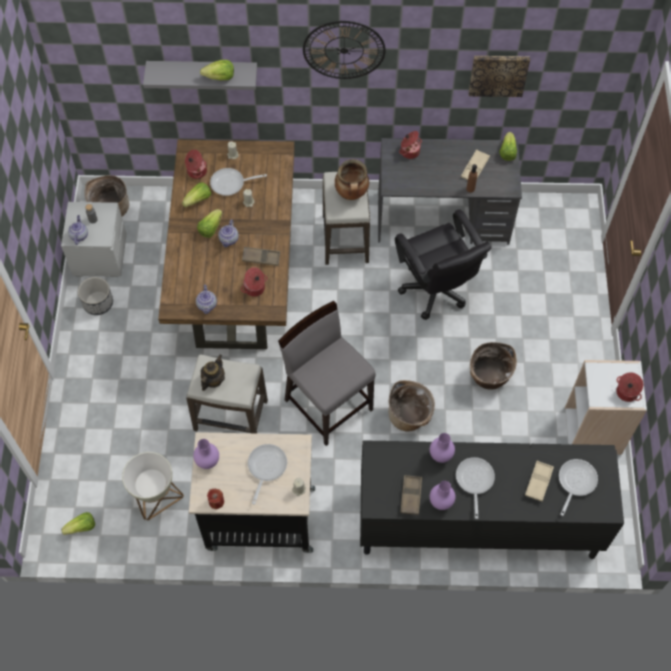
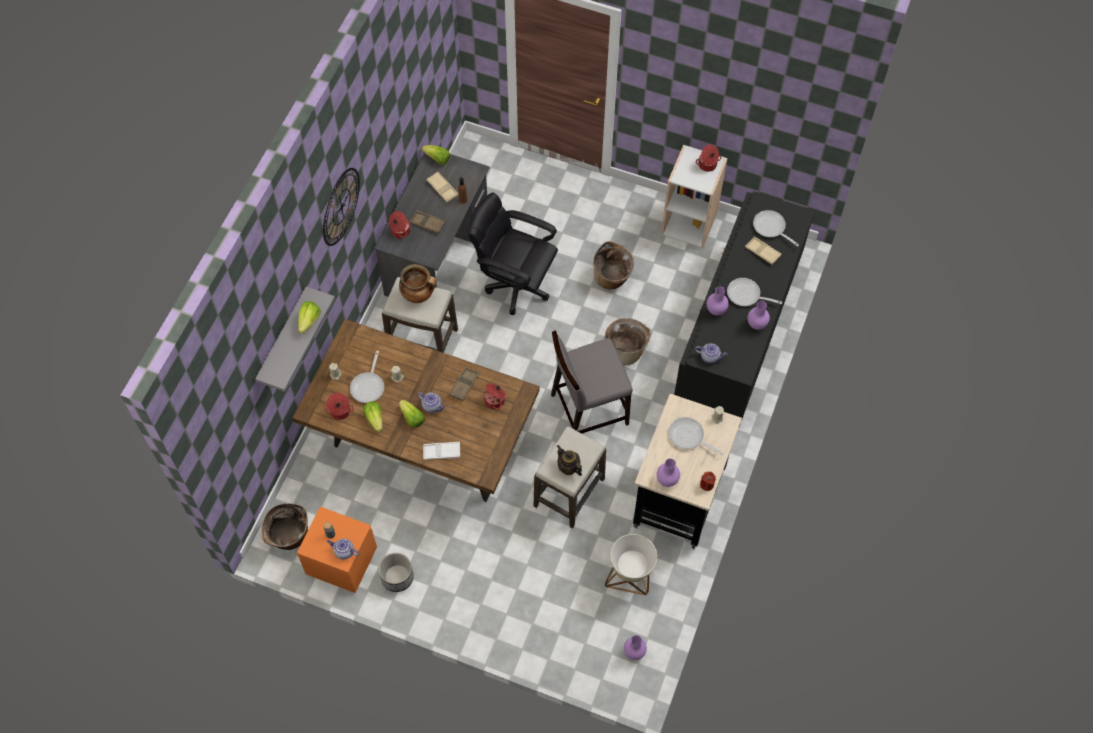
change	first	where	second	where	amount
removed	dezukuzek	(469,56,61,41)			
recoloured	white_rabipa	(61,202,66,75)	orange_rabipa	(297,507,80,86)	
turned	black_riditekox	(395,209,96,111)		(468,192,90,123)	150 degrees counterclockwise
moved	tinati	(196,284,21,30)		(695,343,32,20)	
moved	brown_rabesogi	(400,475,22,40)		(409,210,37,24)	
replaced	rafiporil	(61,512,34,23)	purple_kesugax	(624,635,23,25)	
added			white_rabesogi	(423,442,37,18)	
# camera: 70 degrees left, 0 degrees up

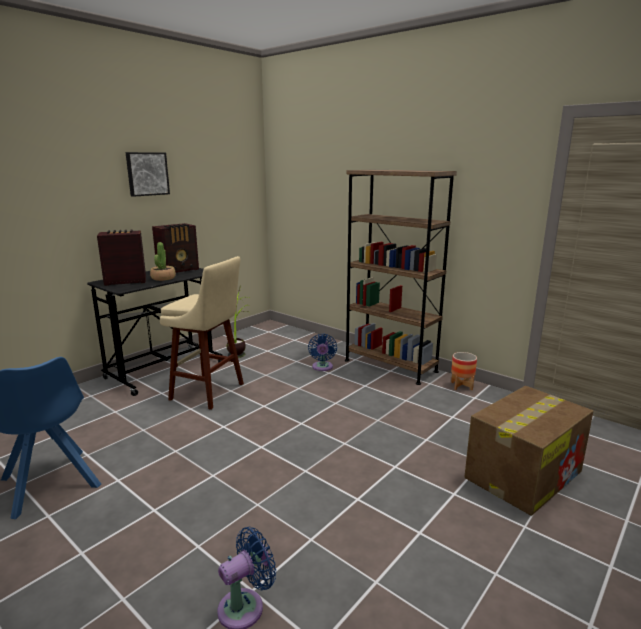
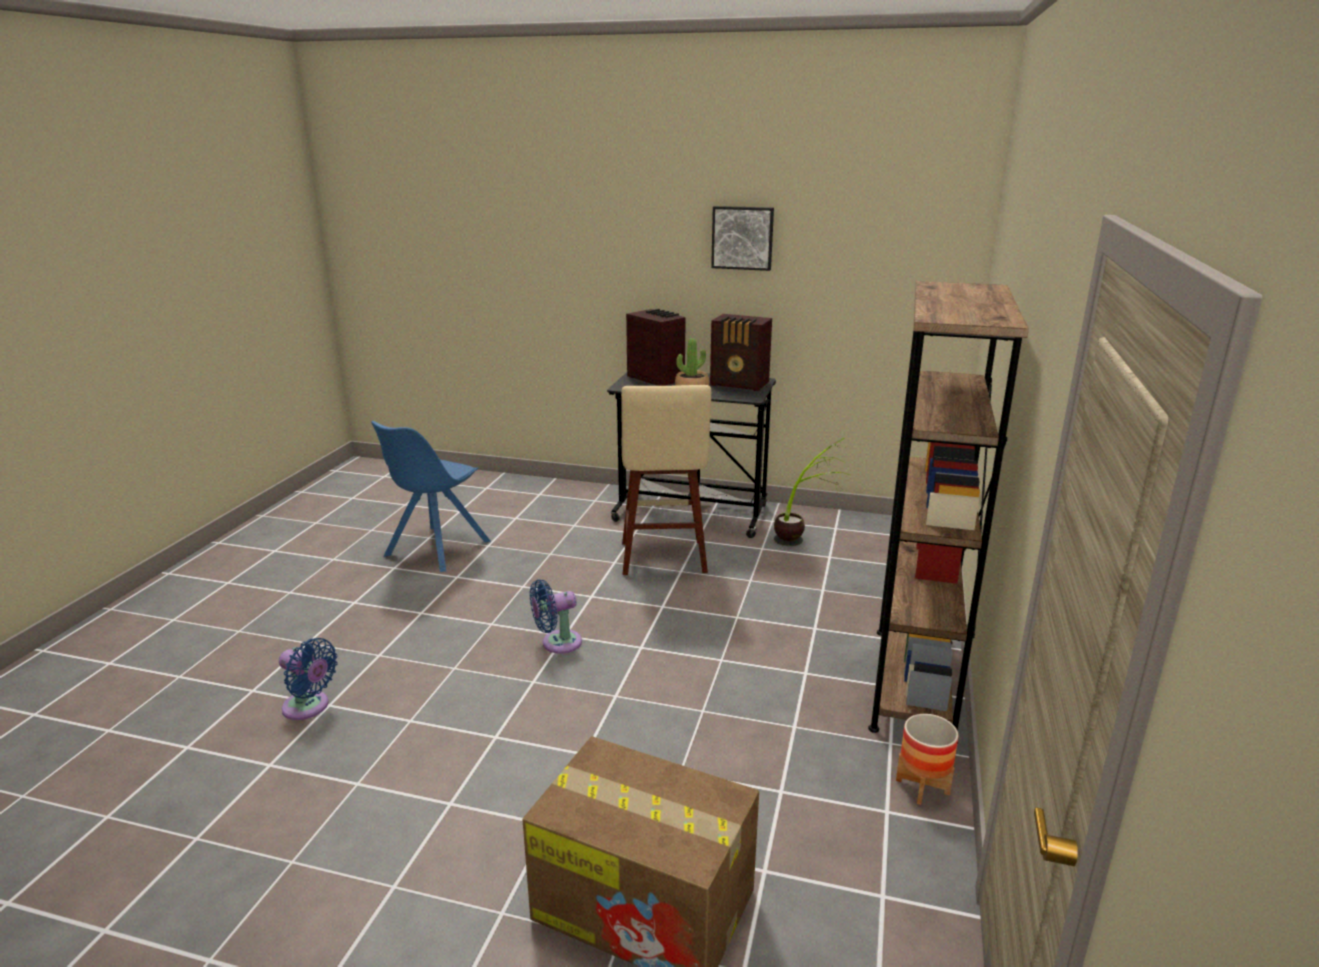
change	first	where	second	where	amount
moved	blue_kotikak	(308,334,29,37)		(530,579,52,75)	
# camera: 65 degrees right, 5 degrees up

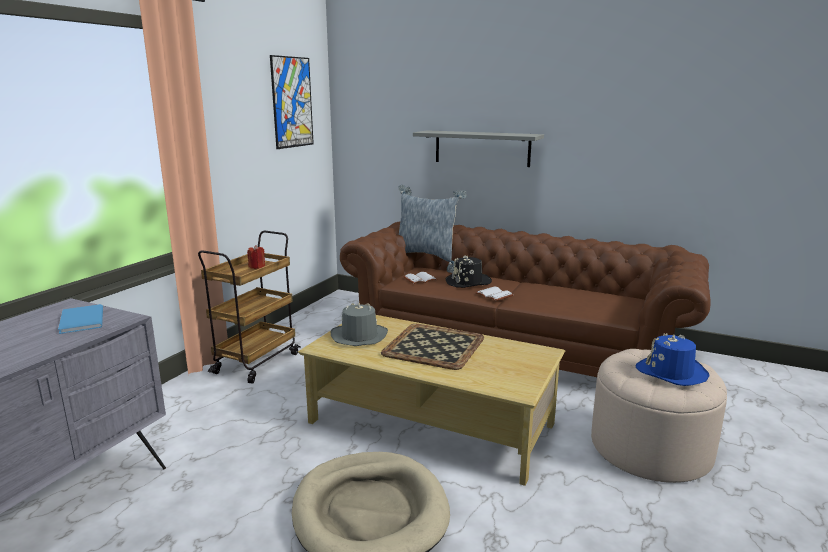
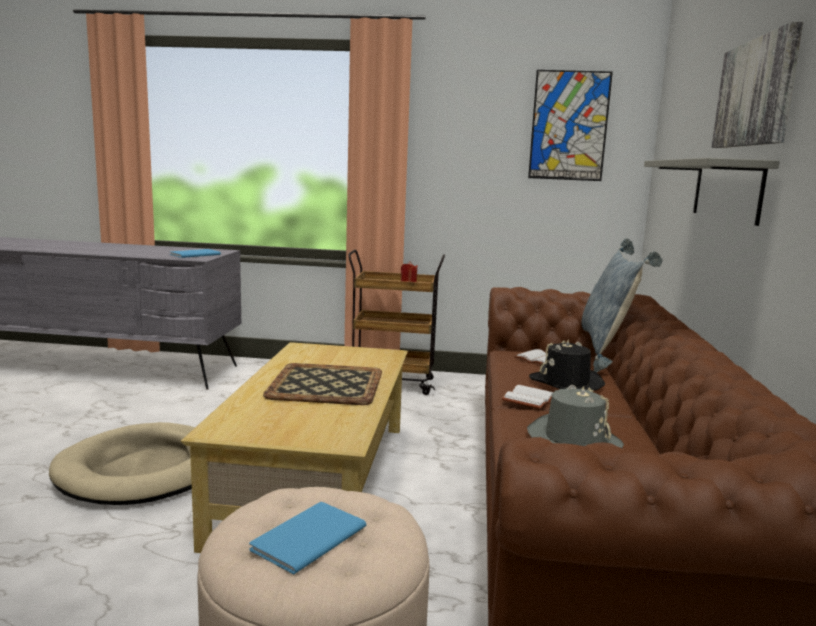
change	first	where	second	where	amount
moved	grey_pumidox	(331,303,57,43)		(527,385,97,63)	
replaced	blue_pumidox	(636,333,73,53)	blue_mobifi	(249,502,118,73)	
added			dezukuzek	(712,22,91,126)	
# camera: 70 degrees right, 5 degrees down

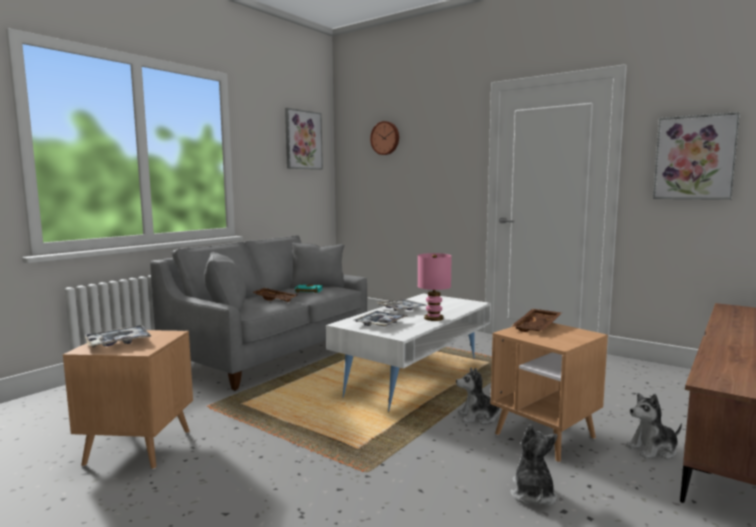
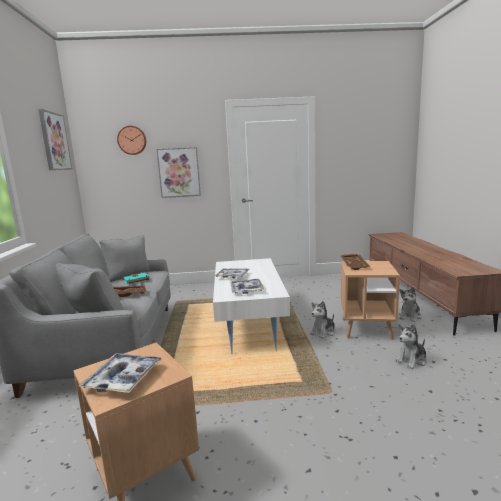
change	first	where	second	where	amount
moved	dezukuzek	(653,112,87,88)		(157,147,44,51)	
removed	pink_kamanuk	(418,253,34,68)			
turned	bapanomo	(510,424,48,81)		(395,324,32,45)	90 degrees counterclockwise
# camera: 40 degrees left, 5 degrees up

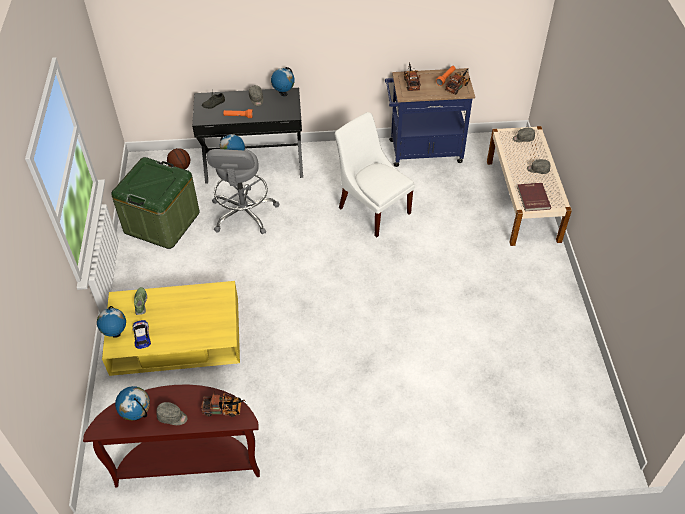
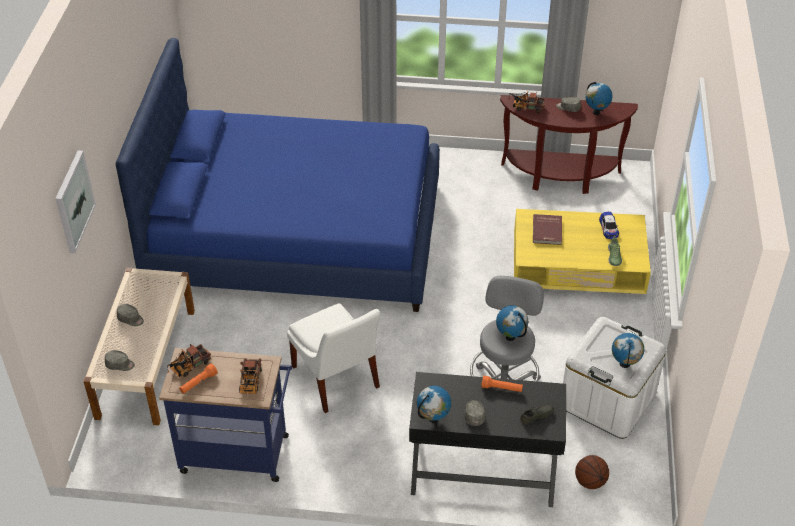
change	first	where	second	where	amount
recoloured	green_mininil	(111,157,89,92)	white_mininil	(563,317,103,122)	
moved	red_mobifi	(517,183,34,28)		(533,214,29,31)	
moved	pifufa	(97,306,29,32)		(612,333,32,35)	
added			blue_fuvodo	(116,38,324,274)	
added			dezukuzek	(55,150,41,103)	
# camera: 170 degrees left, 5 degrees down

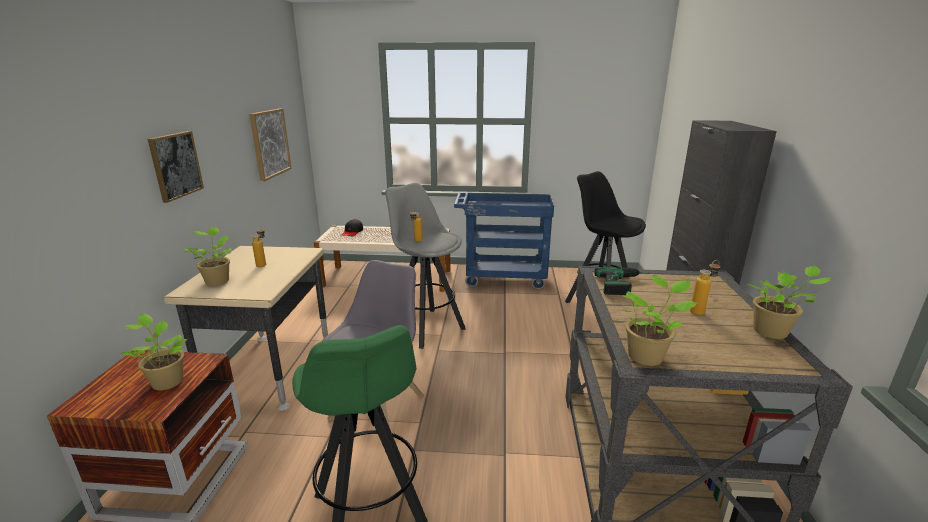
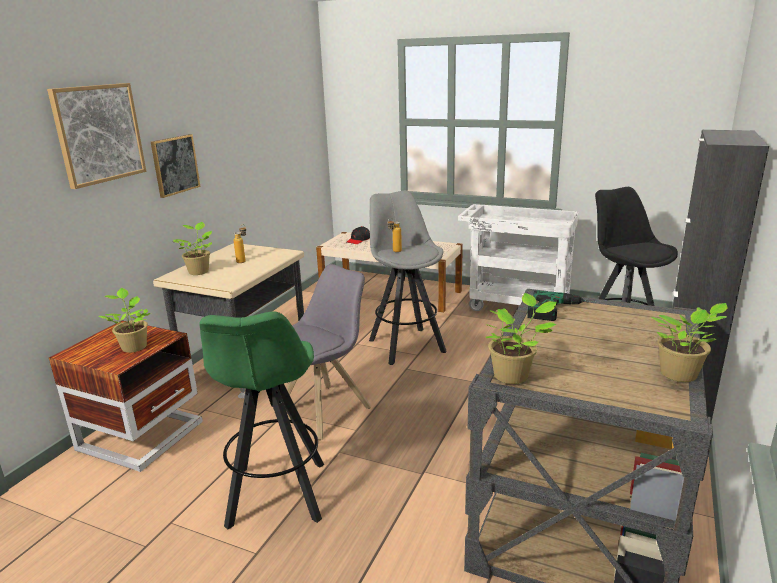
change	first	where	second	where	amount
moved	dezukuzek	(249,108,43,74)		(47,83,99,106)	
recoloured	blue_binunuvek	(454,193,100,96)	white_binunuvek	(458,204,120,107)	
removed	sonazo	(690,260,31,55)			
# camera: 20 degrees right, 0 degrees up

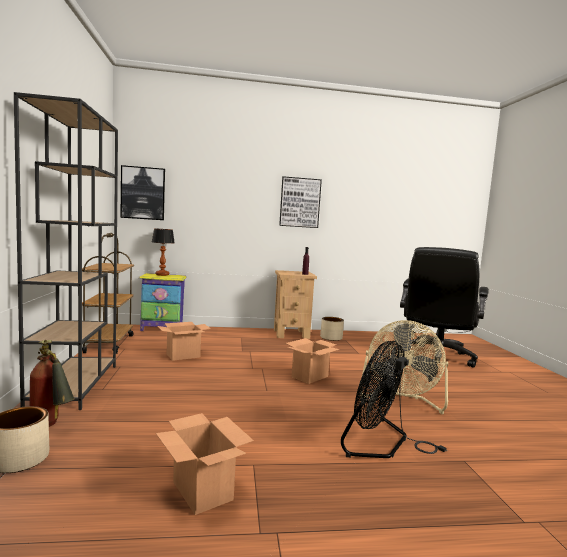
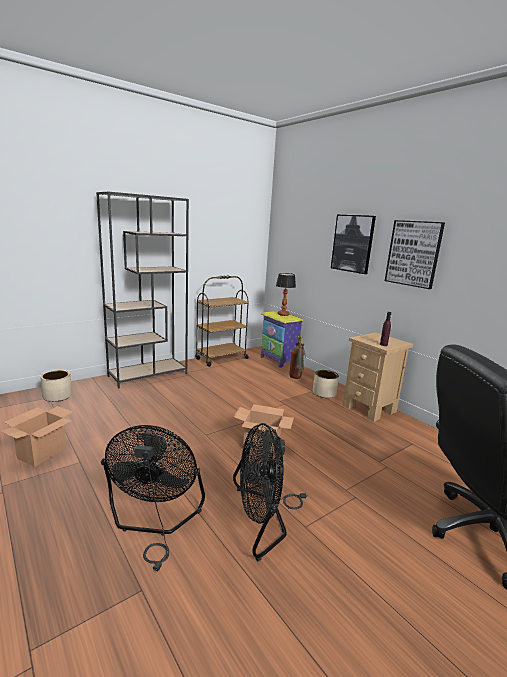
change	first	where	second	where	amount
moved	dezukuzek	(120,165,45,55)		(331,215,45,59)	
moved	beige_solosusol	(320,317,24,24)		(313,370,26,28)	
recoloured	beige_kotikak	(361,320,87,94)	black_kotikak	(233,423,74,139)	
removed	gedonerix	(158,322,53,39)			
moved	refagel	(30,340,45,87)		(289,336,16,43)	
# camera: 60 degrees right, 10 degrees up

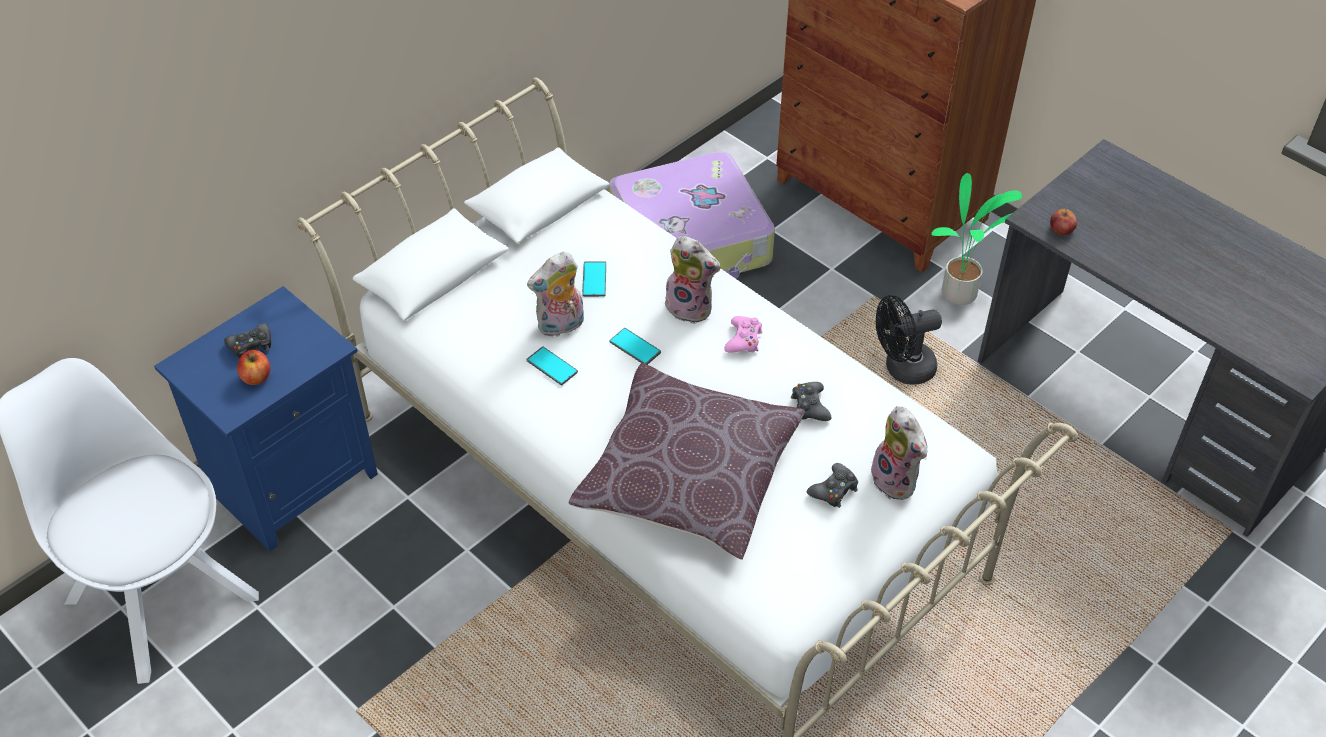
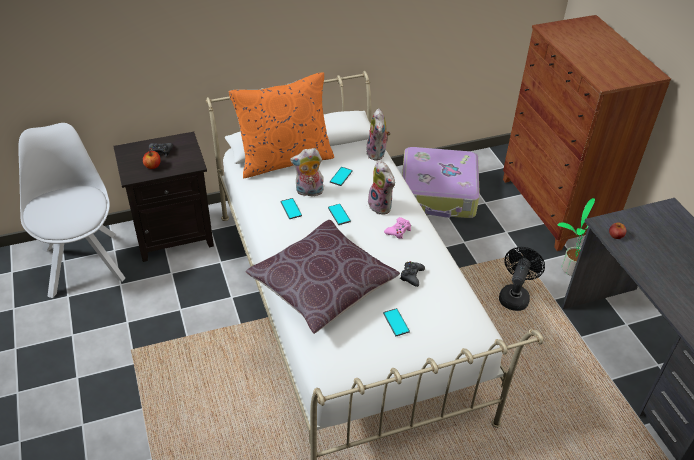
change	first	where	second	where	amount
recoloured	blue_rabipa	(154,286,224,265)	black_rabipa	(113,132,101,130)	
turned	black_kotikak	(876,295,66,90)		(499,247,46,64)	105 degrees clockwise
moved	bapanomo	(871,406,56,94)		(366,108,25,53)	
replaced	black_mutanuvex	(807,463,51,45)	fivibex	(383,308,27,28)	
added			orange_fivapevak	(229,72,105,107)	
# camera: 25 degrees right, 5 degrees down

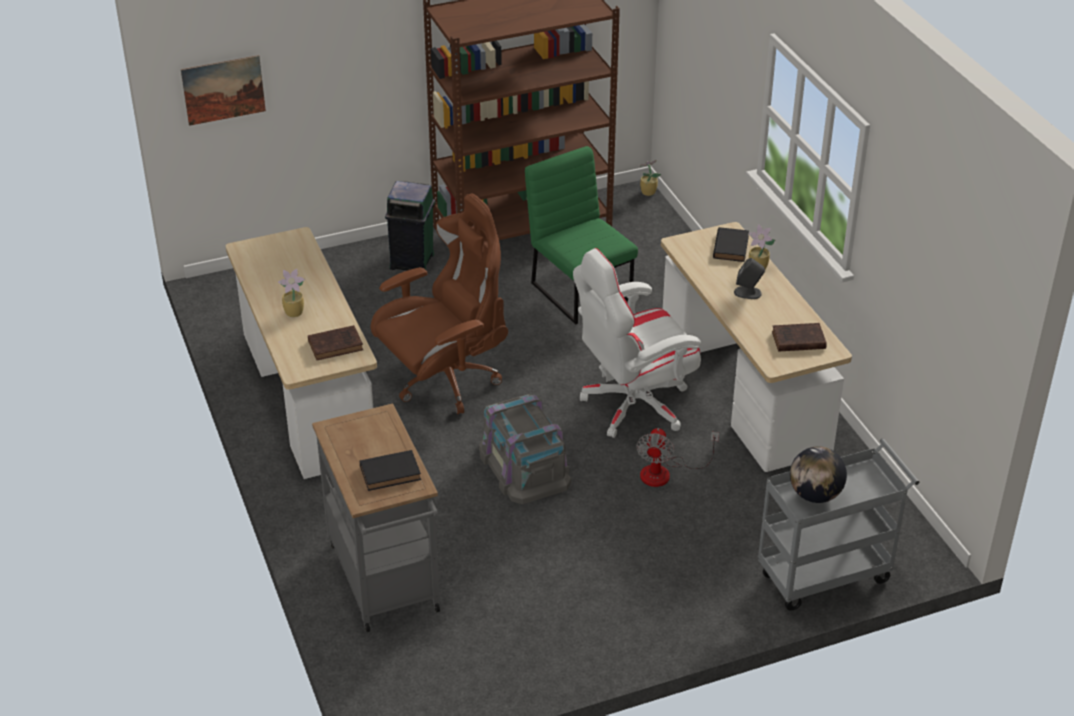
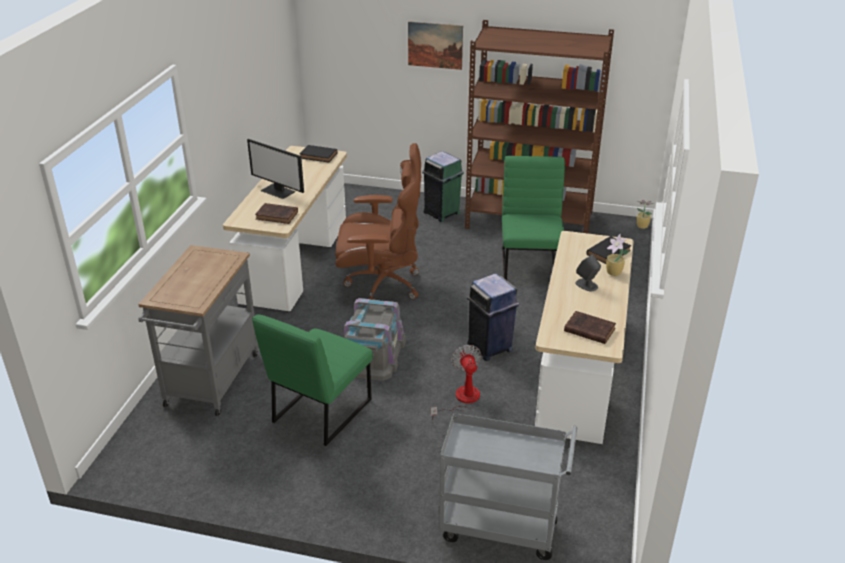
change	first	where	second	where	amount
moved	dezukuzek	(181,55,85,71)		(408,21,55,49)	
replaced	white_riditekox	(573,248,128,190)	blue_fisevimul	(467,274,52,87)	
replaced	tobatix	(278,268,27,49)	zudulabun	(247,139,57,60)	
turned	kotikak	(636,428,83,59)		(431,345,50,76)	120 degrees clockwise
removed	pifufa	(790,446,57,57)			
moved	black_mobifi	(360,450,61,41)		(300,145,37,18)	
added			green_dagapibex	(252,314,121,132)	
# camera: 35 degrees right, 5 degrees down

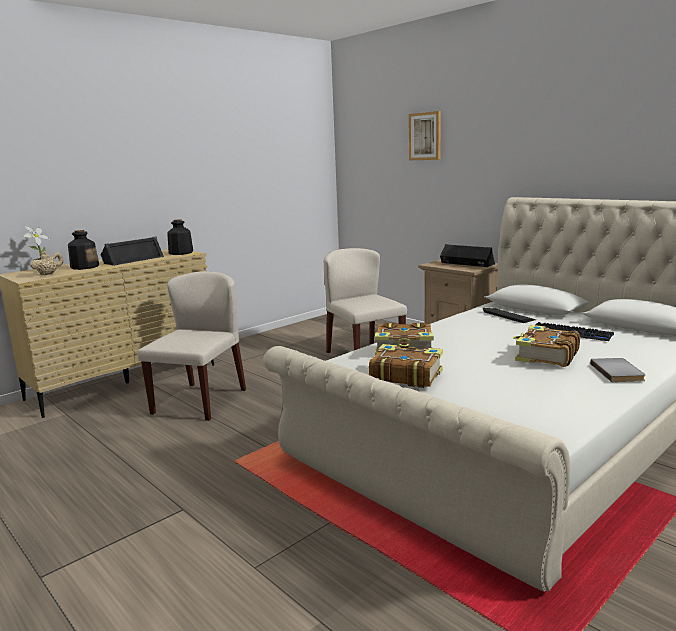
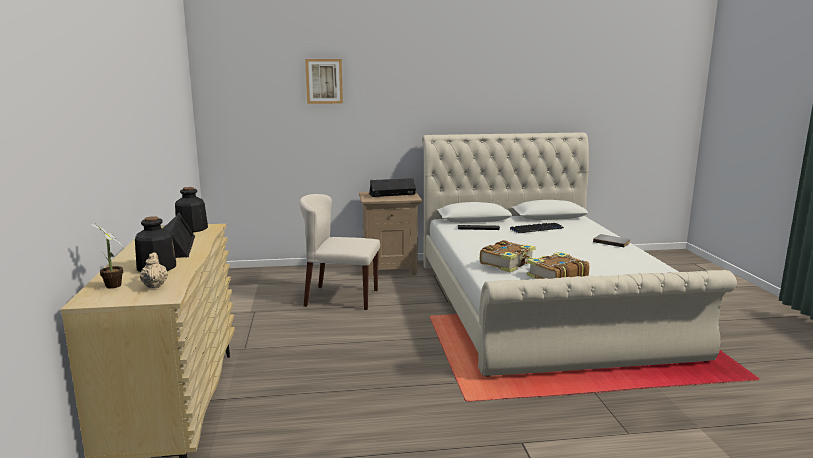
change	first	where	second	where	amount
removed	beige_dagapibex	(137,271,109,150)			
removed	mobifi	(513,325,67,42)			
# camera: 55 degrees left, 0 degrees up

